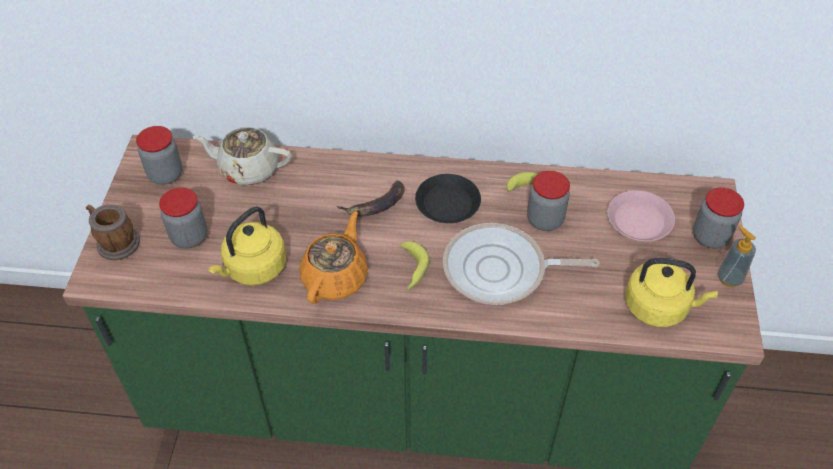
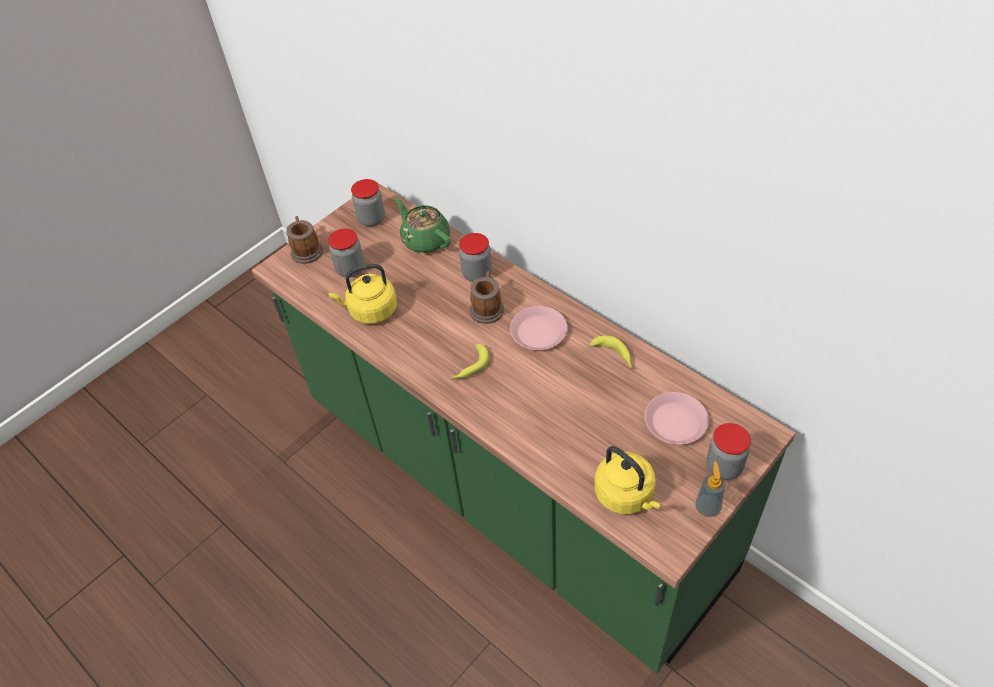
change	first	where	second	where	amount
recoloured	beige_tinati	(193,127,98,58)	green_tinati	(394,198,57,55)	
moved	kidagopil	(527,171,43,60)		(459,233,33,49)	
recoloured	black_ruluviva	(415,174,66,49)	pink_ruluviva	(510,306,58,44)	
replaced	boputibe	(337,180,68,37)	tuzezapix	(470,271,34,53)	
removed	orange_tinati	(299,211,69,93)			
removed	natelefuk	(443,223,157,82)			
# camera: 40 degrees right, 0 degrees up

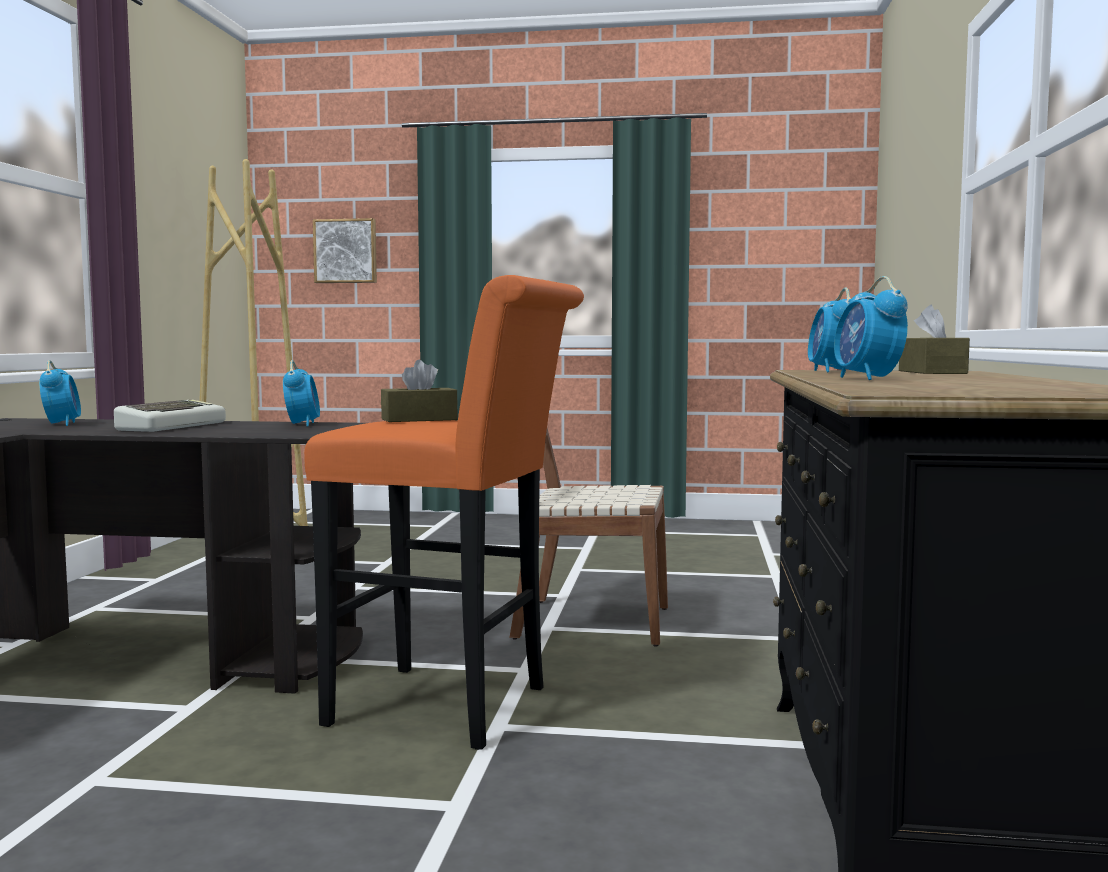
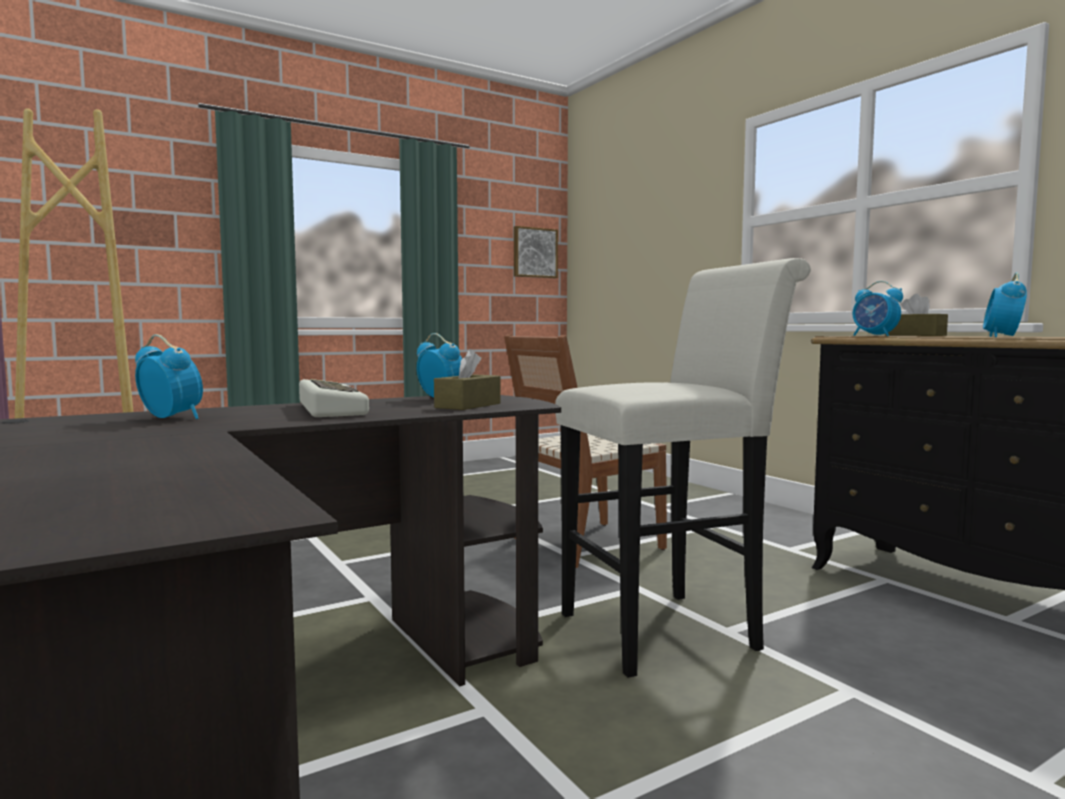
change	first	where	second	where	amount
moved	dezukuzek	(313,218,64,65)		(514,226,44,52)	
recoloured	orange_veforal	(304,275,280,475)	white_veforal	(555,258,256,420)	
turned	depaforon	(834,276,74,104)		(983,272,44,65)	75 degrees clockwise
moved	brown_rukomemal	(381,360,76,62)		(434,349,67,61)	
# camera: 40 degrees left, 0 degrees up

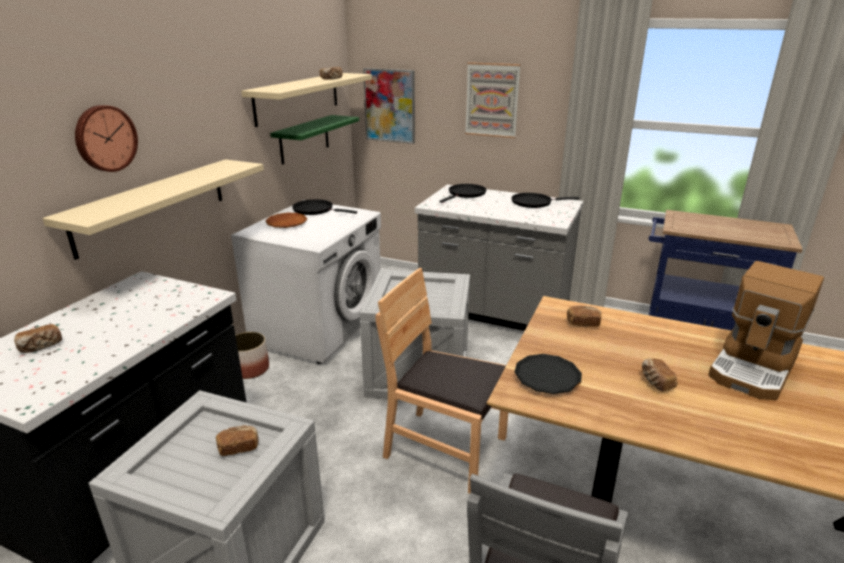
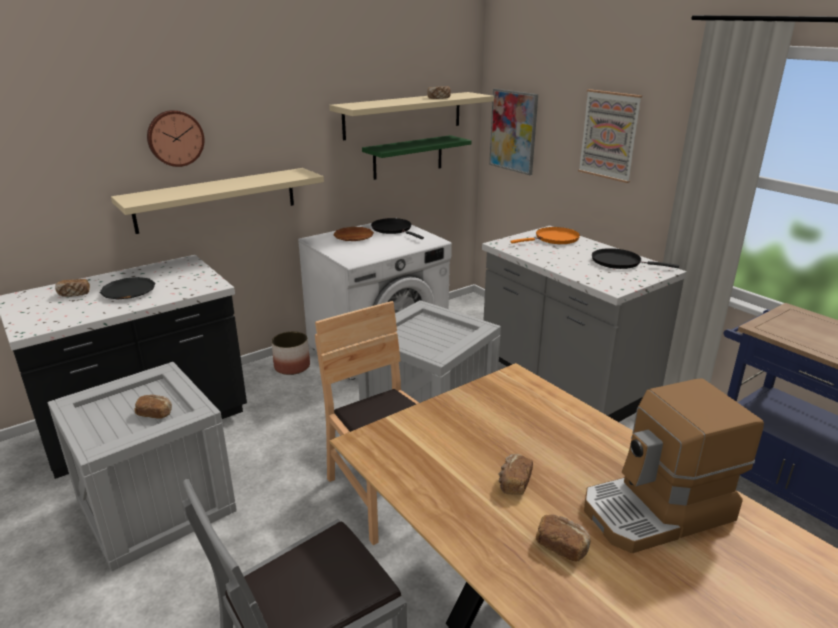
change	first	where	second	where	amount
recoloured	black_natelefuk	(439,184,47,19)	orange_natelefuk	(510,227,70,17)	
moved	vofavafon	(567,305,34,22)		(536,515,55,47)	
moved	black_ruluviva	(514,354,68,40)		(100,277,55,22)	
# camera: 30 degrees right, 0 degrees up

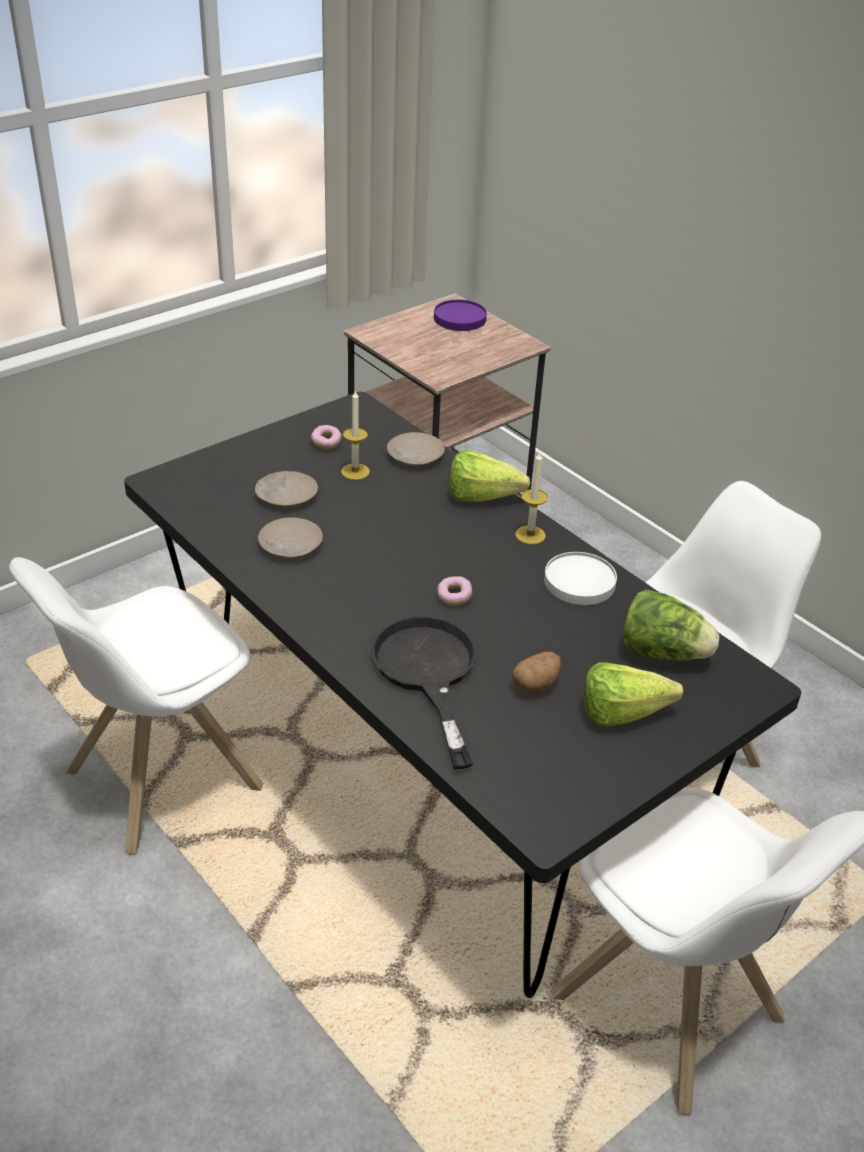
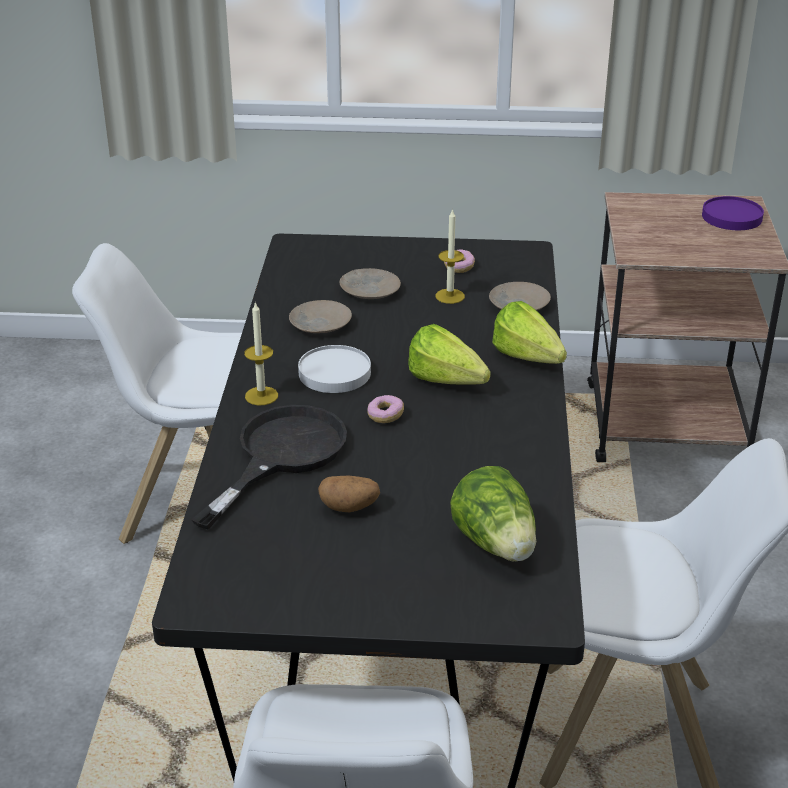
change	first	where	second	where	amount
moved	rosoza	(515,452,33,92)		(244,302,34,103)	
moved	white_ruluviva	(544,552,73,53)		(298,345,73,48)	
moved	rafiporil	(584,662,99,64)		(408,324,83,61)	
# camera: 45 degrees right, 5 degrees down

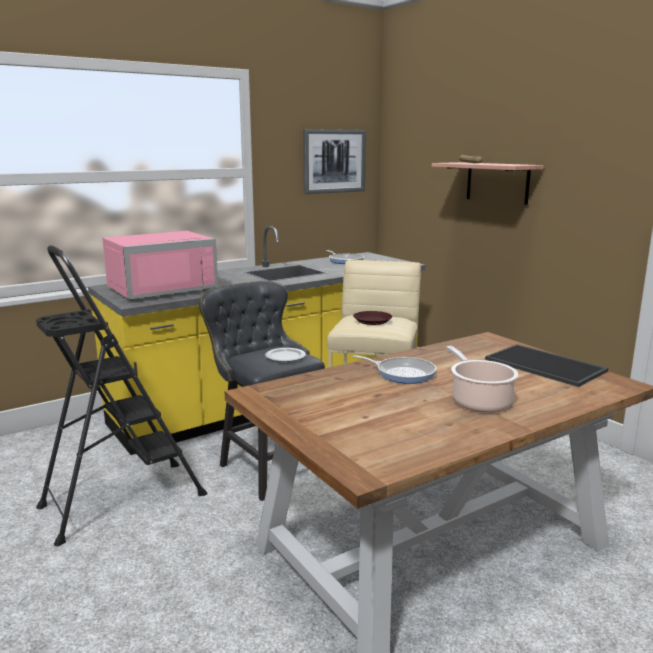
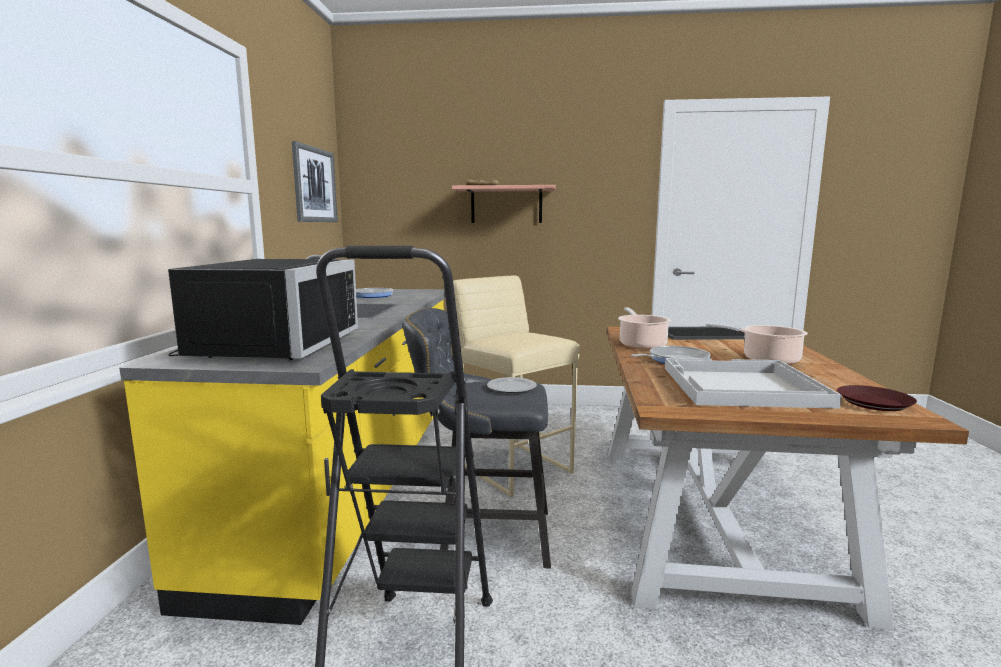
change	first	where	second	where	amount
recoloured	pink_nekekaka	(102,231,116,68)	black_nekekaka	(168,259,190,101)	
moved	brown_ruluviva	(353,311,39,14)		(837,385,80,26)	
added			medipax	(618,308,53,41)	
added			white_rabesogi	(665,358,177,50)	
# camera: 50 degrees left, 5 degrees down

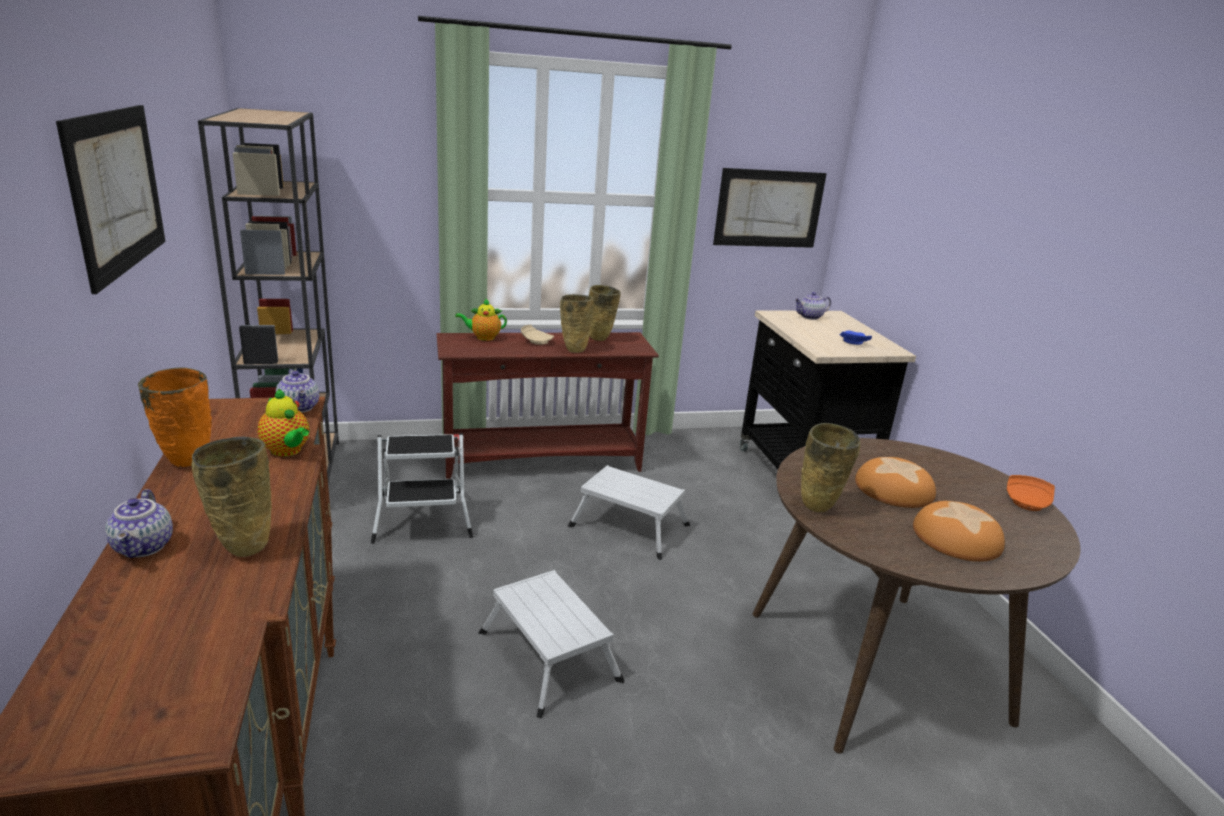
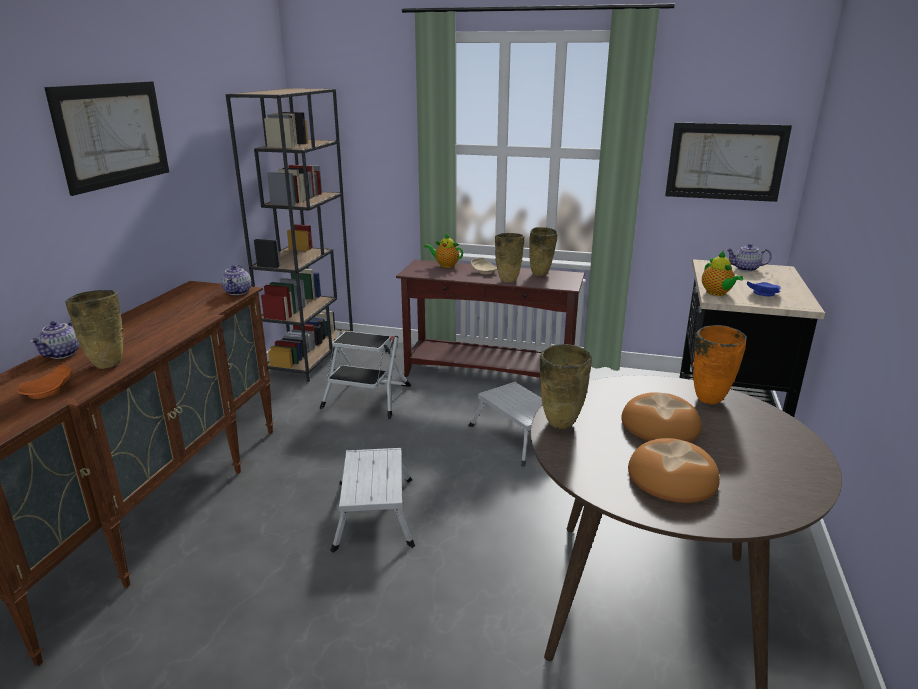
change	first	where	second	where	amount
moved	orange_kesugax	(138,367,74,100)		(693,325,54,80)	
moved	tinati	(258,388,51,68)		(702,251,42,45)	
moved	orange_ruluviva	(1007,475,48,36)		(18,365,54,34)	
# camera: 30 degrees right, 0 degrees up

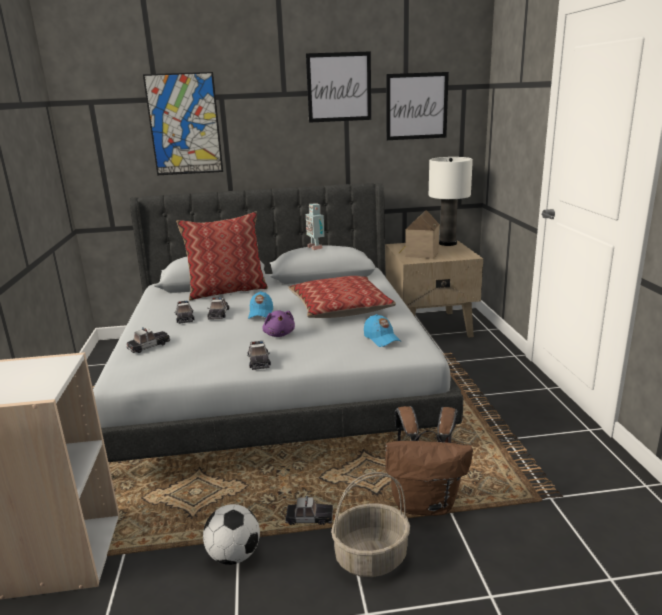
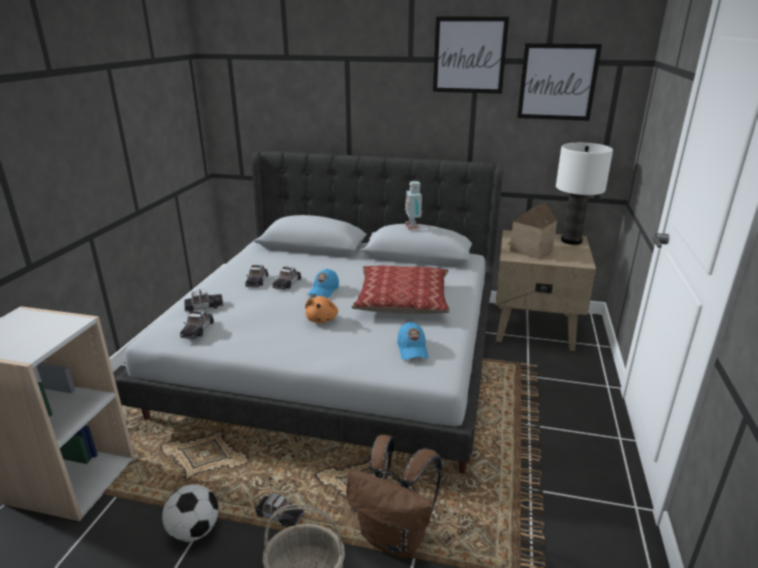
change	first	where	second	where	amount
removed	dezukuzek	(143,72,80,103)			
removed	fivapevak	(176,211,92,90)			
recoloured	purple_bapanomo	(262,310,33,27)	orange_bapanomo	(305,296,33,27)	
moved	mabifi	(247,341,24,29)		(180,310,34,29)	
# camera: 20 degrees right, 5 degrees up

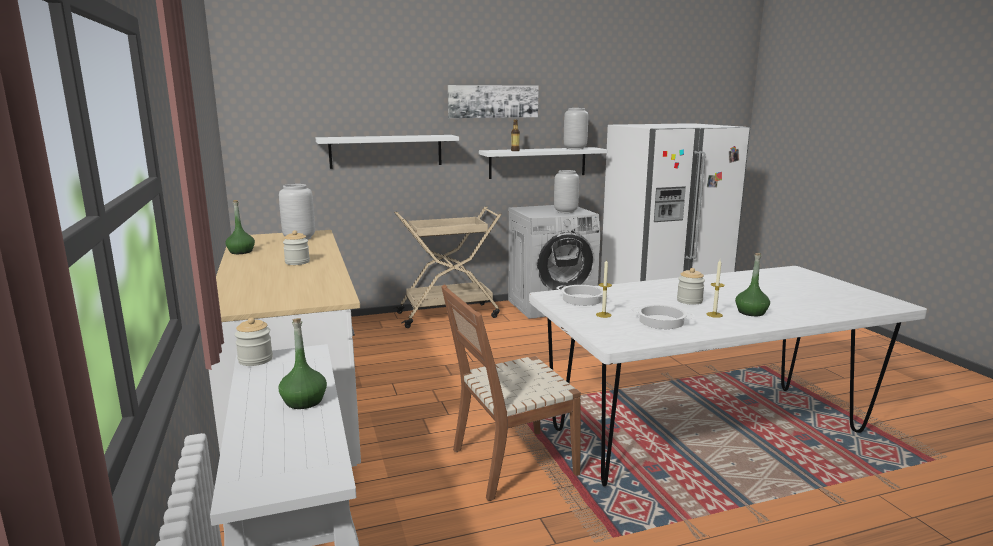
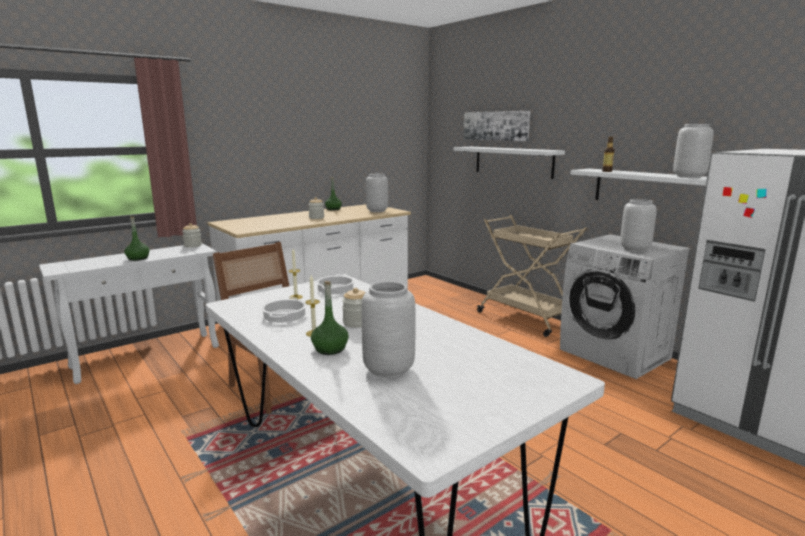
change	first	where	second	where	amount
moved	dezukuzek	(448,85,91,33)		(464,111,66,30)	
added			grey_kesugax	(362,281,54,97)	
# camera: 70 degrees right, 0 degrees up

